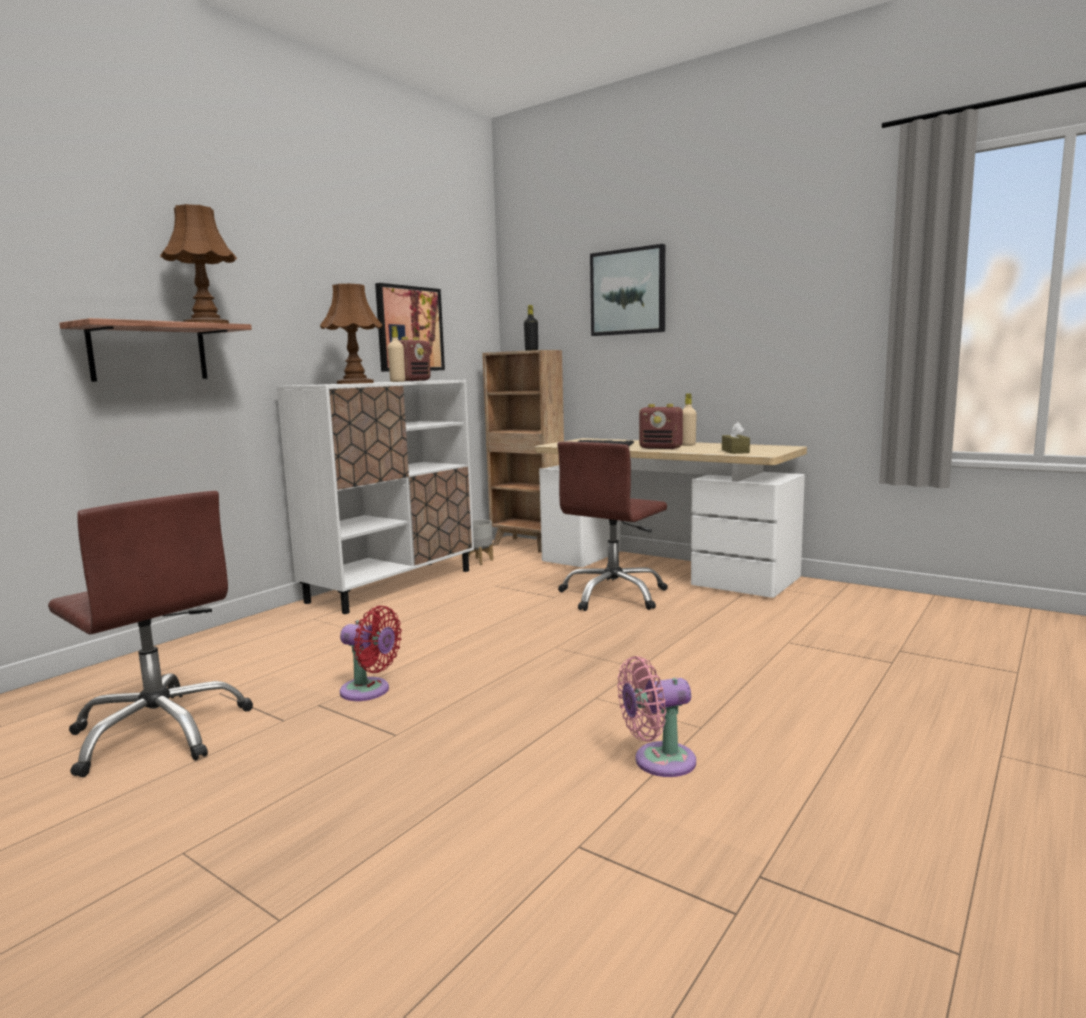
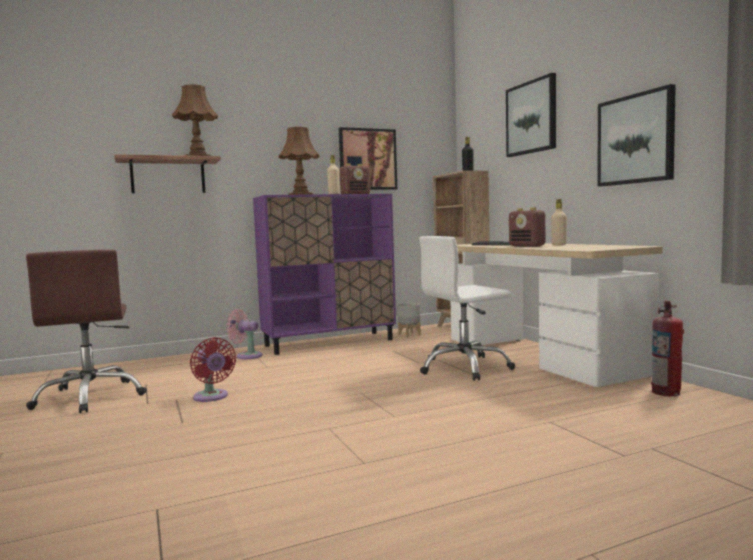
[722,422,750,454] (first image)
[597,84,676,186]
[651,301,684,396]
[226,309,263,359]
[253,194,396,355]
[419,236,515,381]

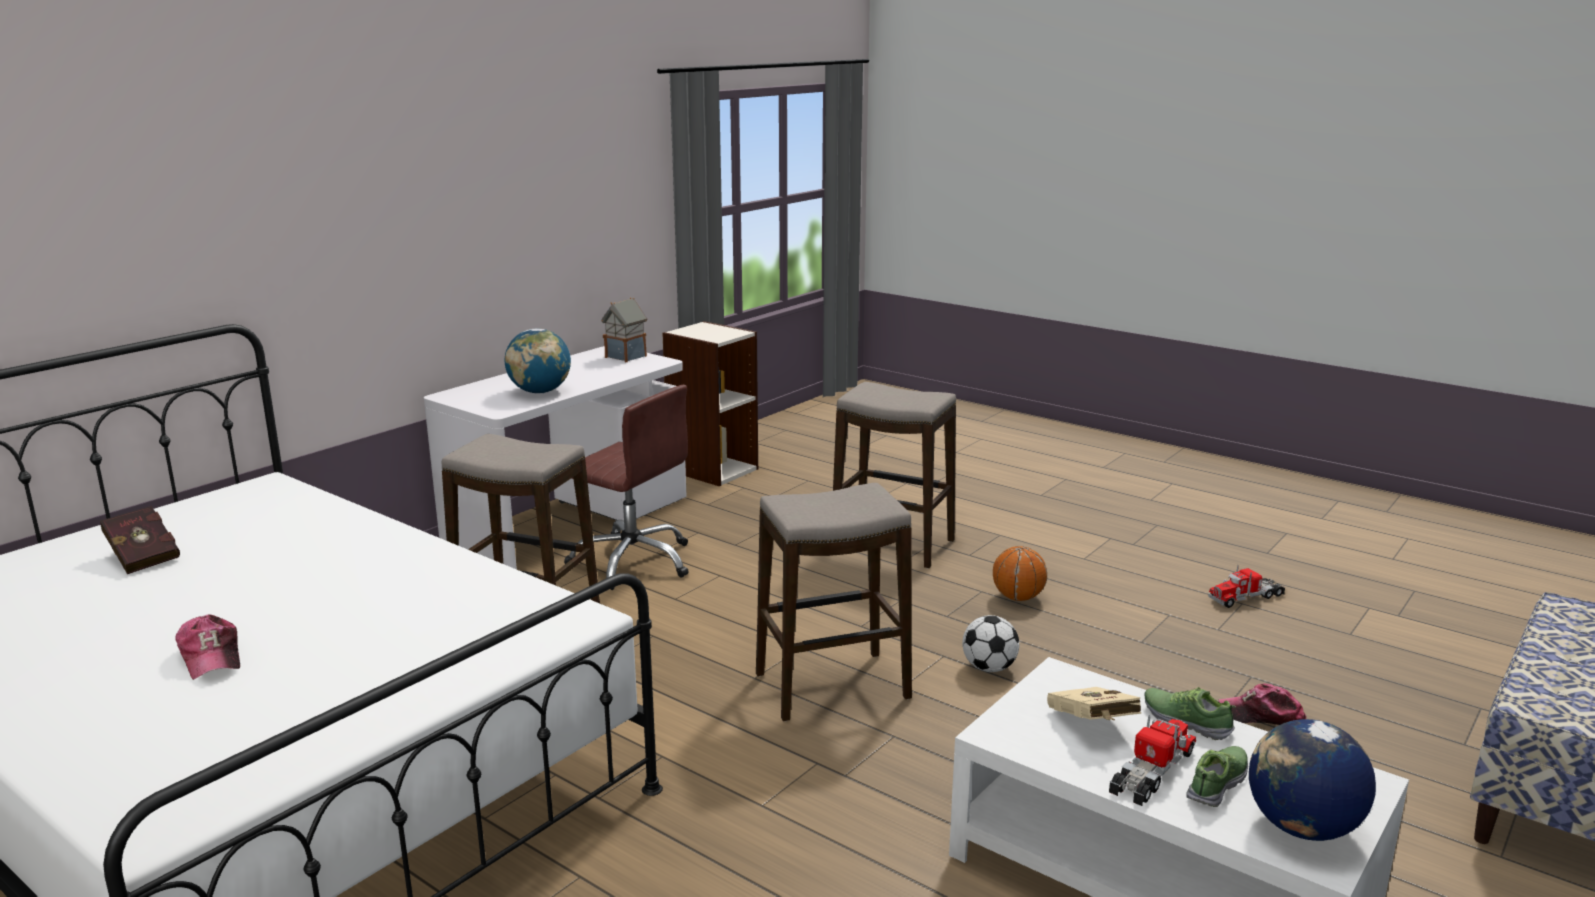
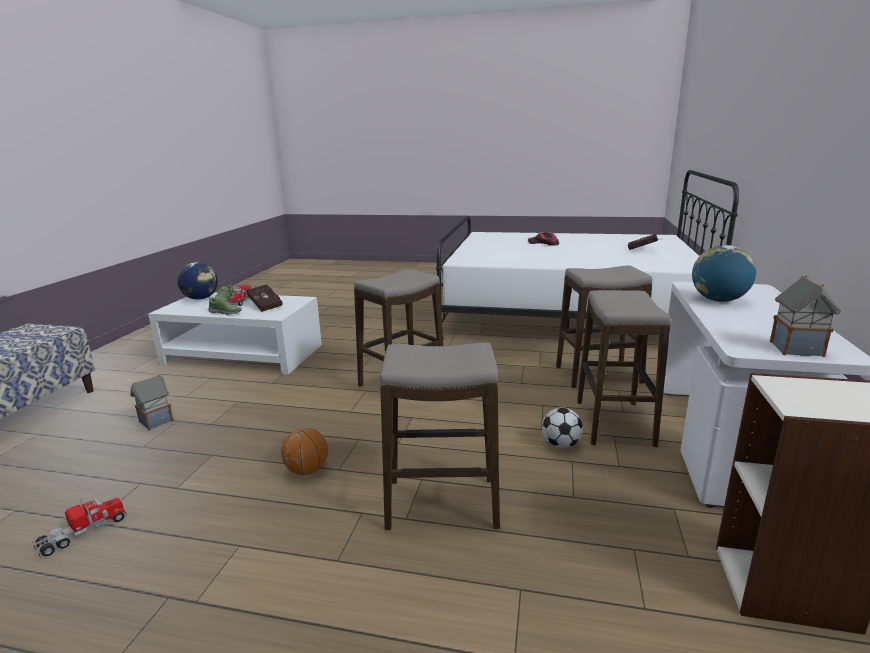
[542,407,583,448]
[577,290,671,447]
[130,375,174,431]
[247,285,283,312]

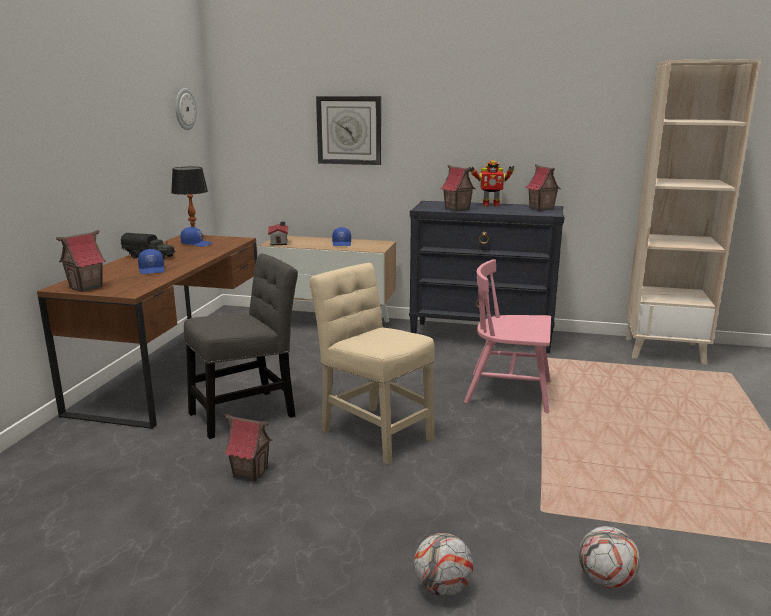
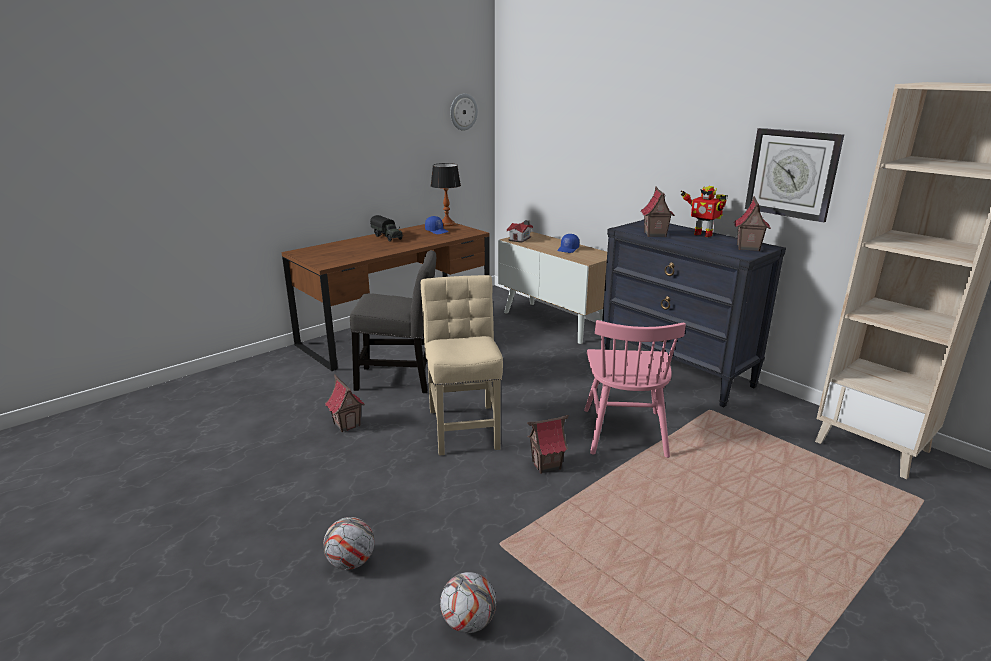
[138,249,164,274] (first image)
[527,415,569,474]
[745,128,844,223]
[584,320,686,458]

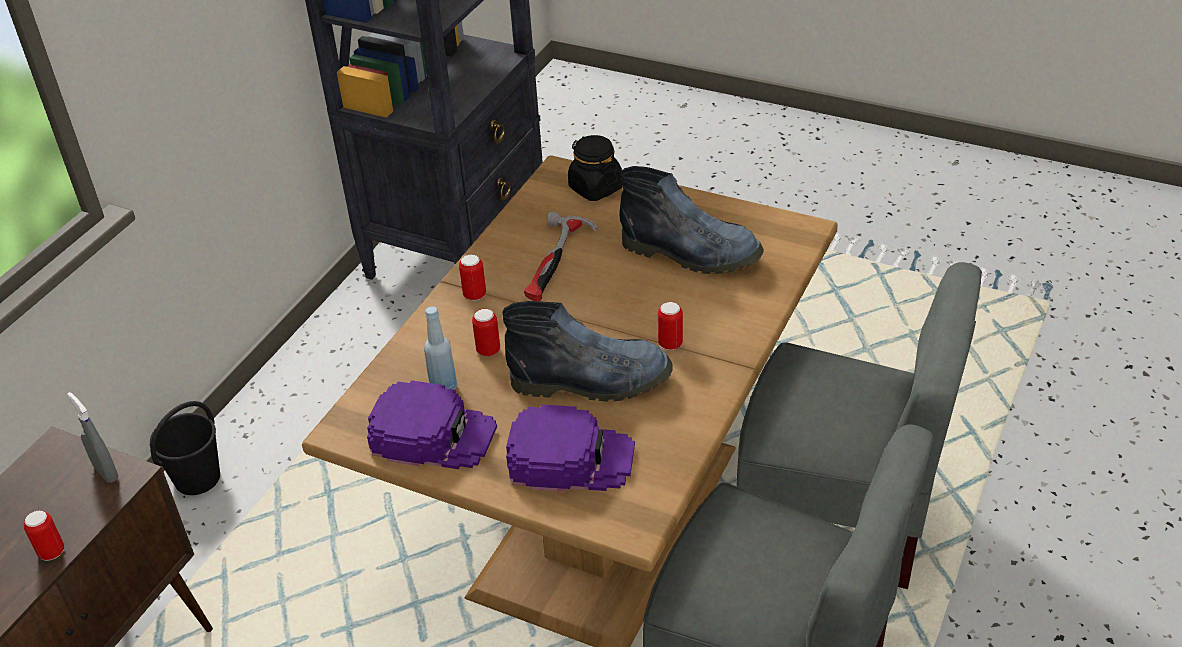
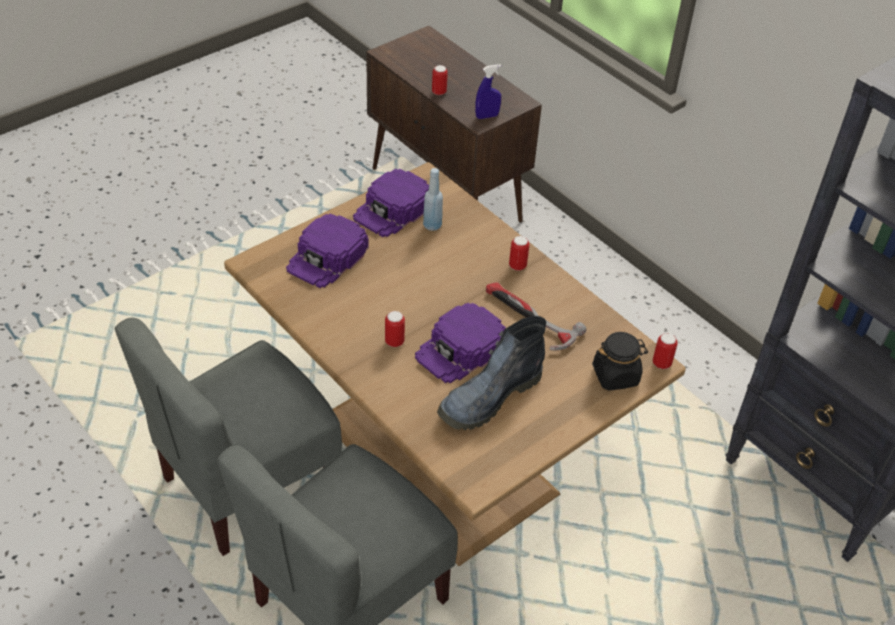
[150,401,220,495] (first image)
[502,301,672,402] (first image)
[415,303,506,383]
[653,333,678,369]
[475,64,501,119]

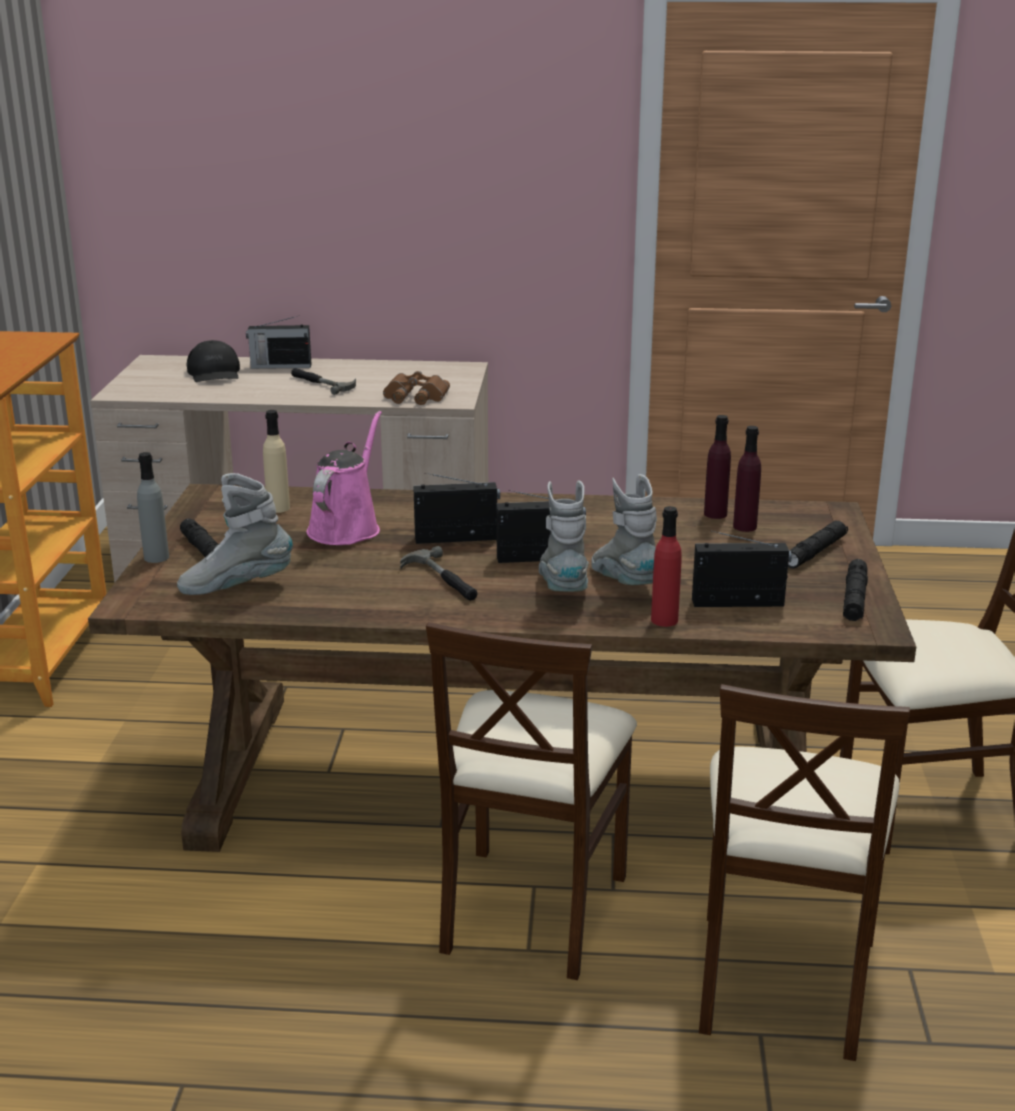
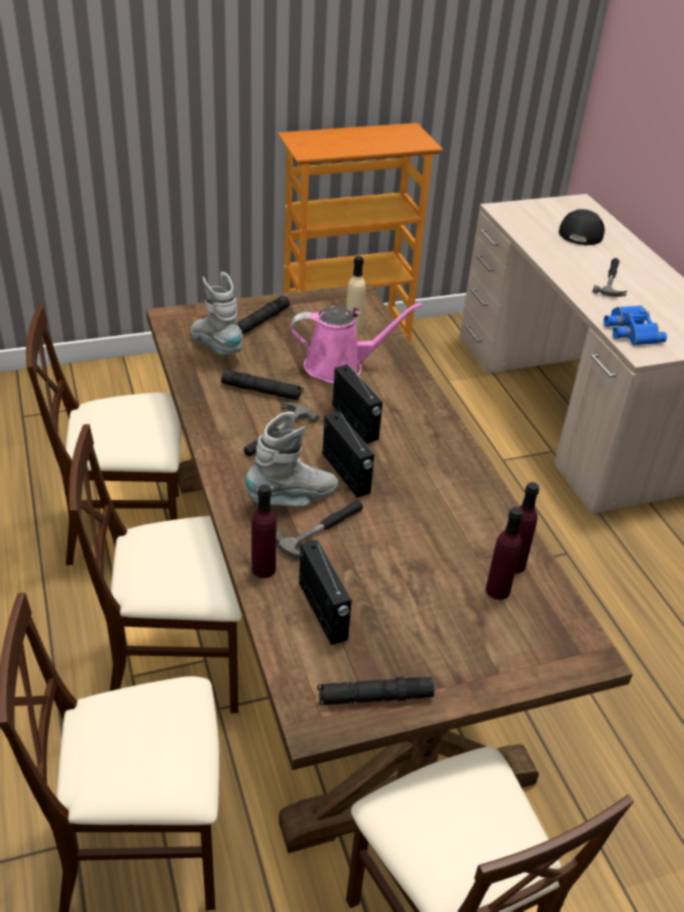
[137,452,169,563] (first image)
[246,315,311,369] (first image)
[26,305,181,565]
[221,370,303,400]
[276,500,363,560]
[604,305,667,345]
[251,484,276,578]
[559,209,605,245]

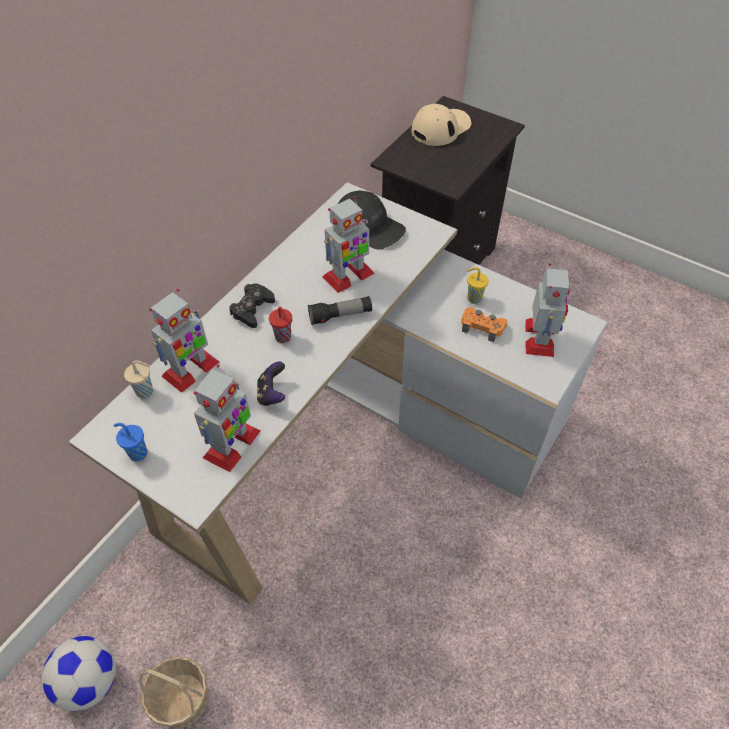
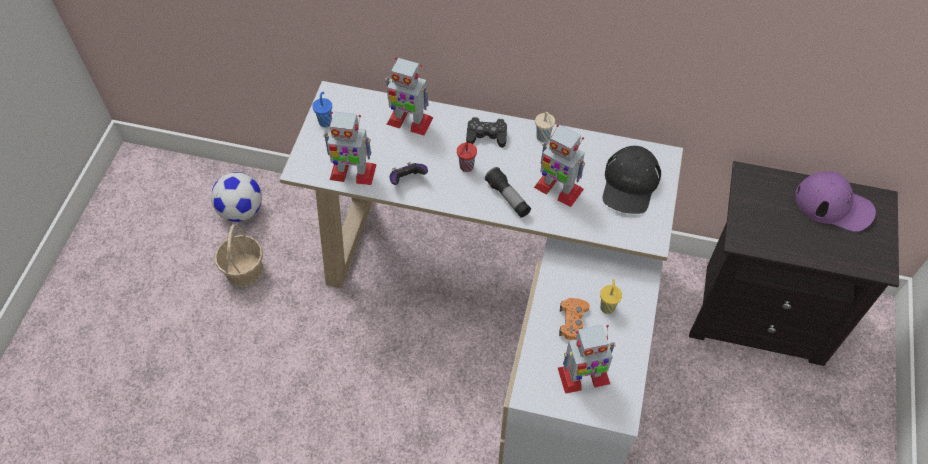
[535,112,555,142]
[795,171,876,232]

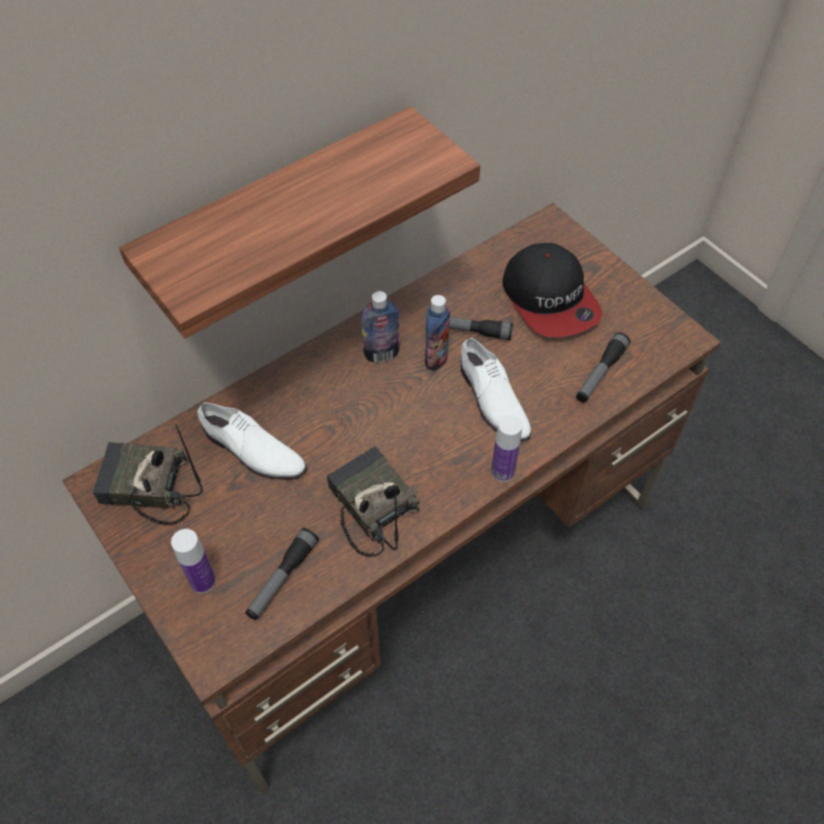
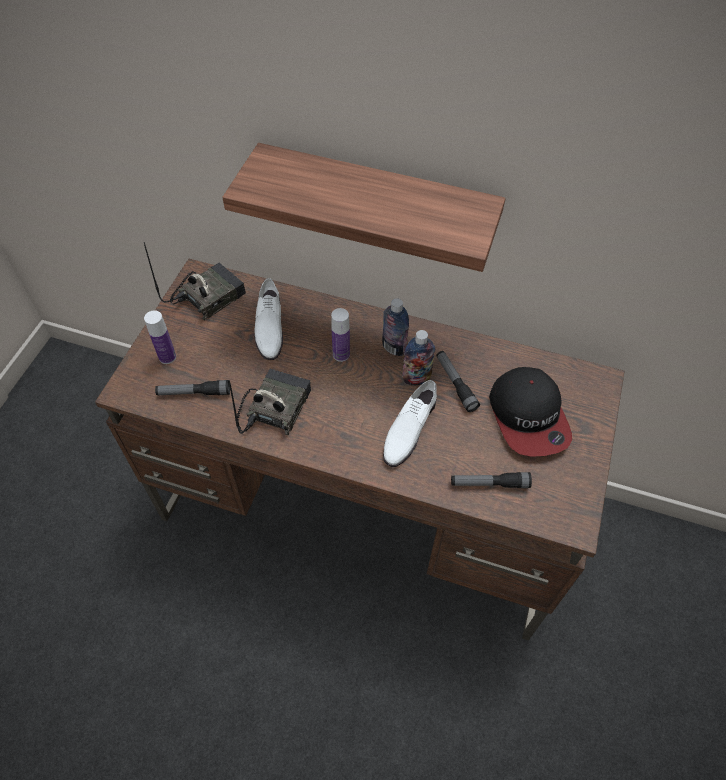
[331,308,350,362]
[144,242,246,321]
[489,367,572,457]

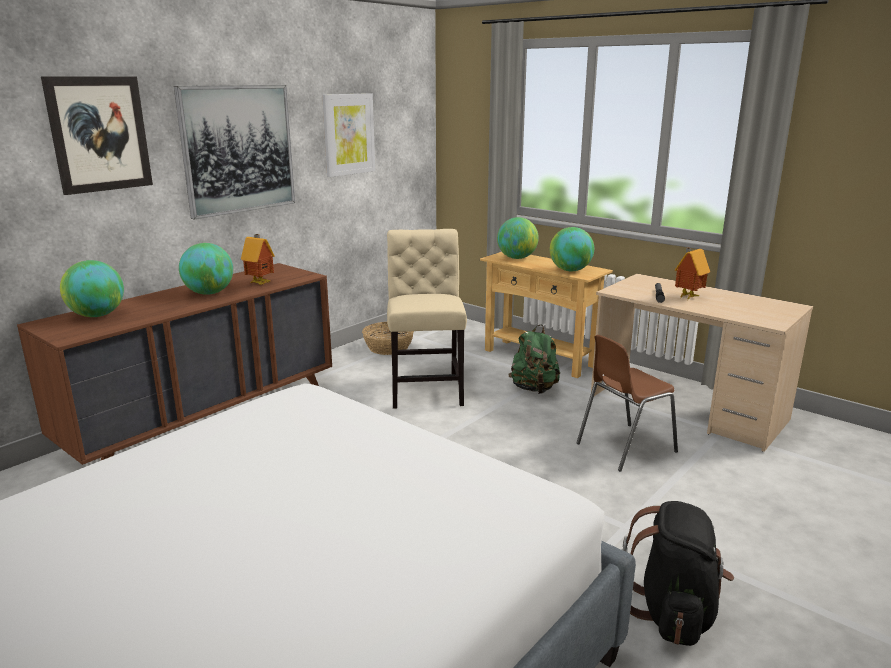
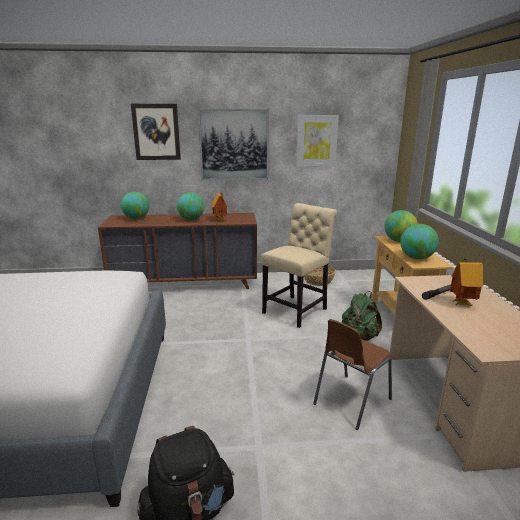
[313,319,392,430]

